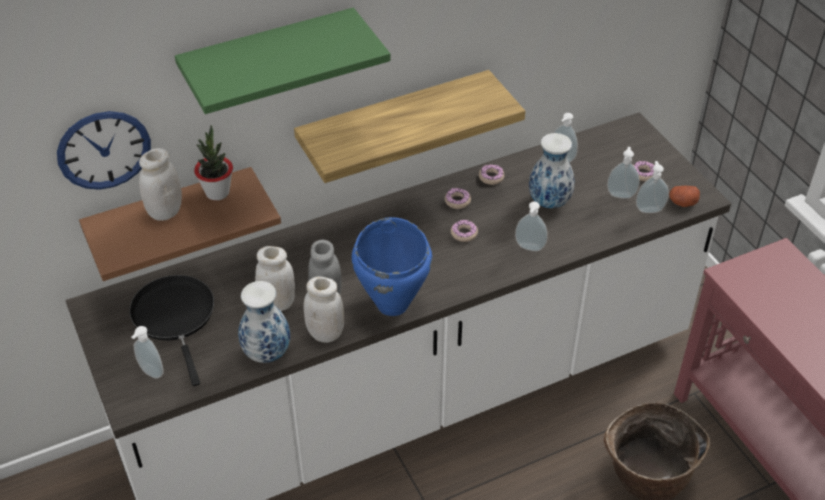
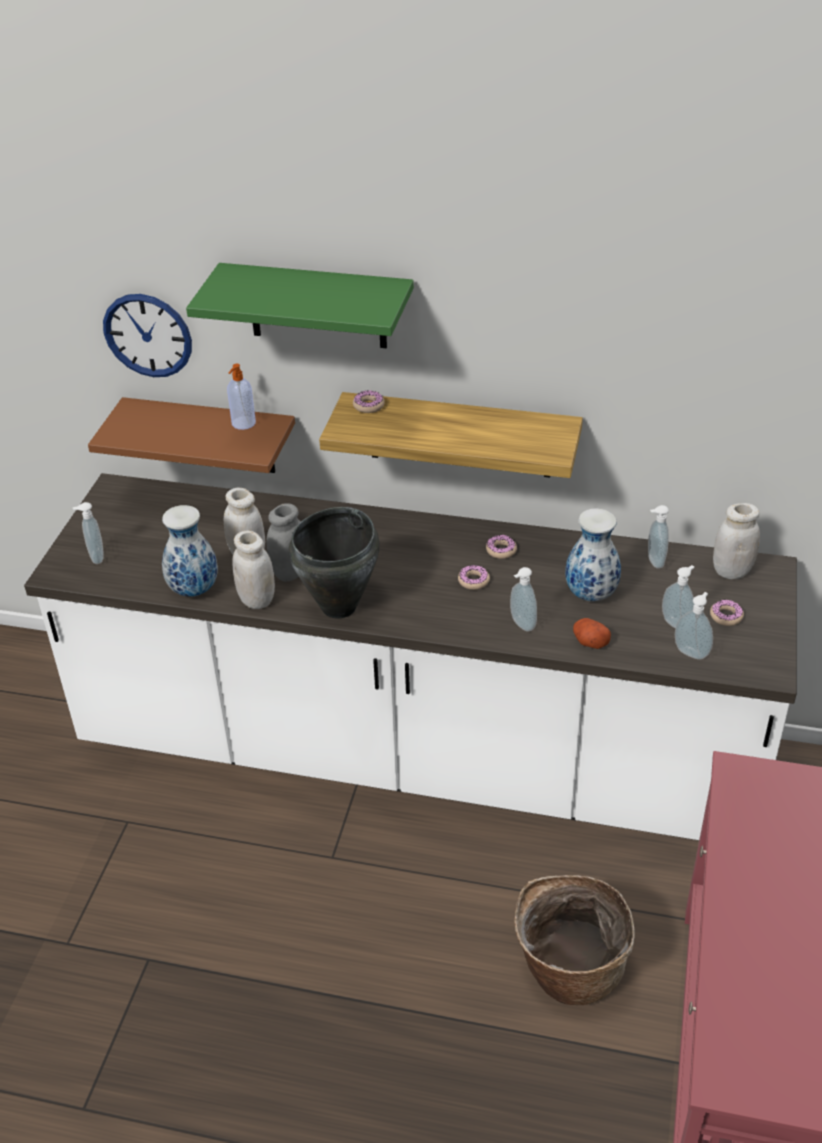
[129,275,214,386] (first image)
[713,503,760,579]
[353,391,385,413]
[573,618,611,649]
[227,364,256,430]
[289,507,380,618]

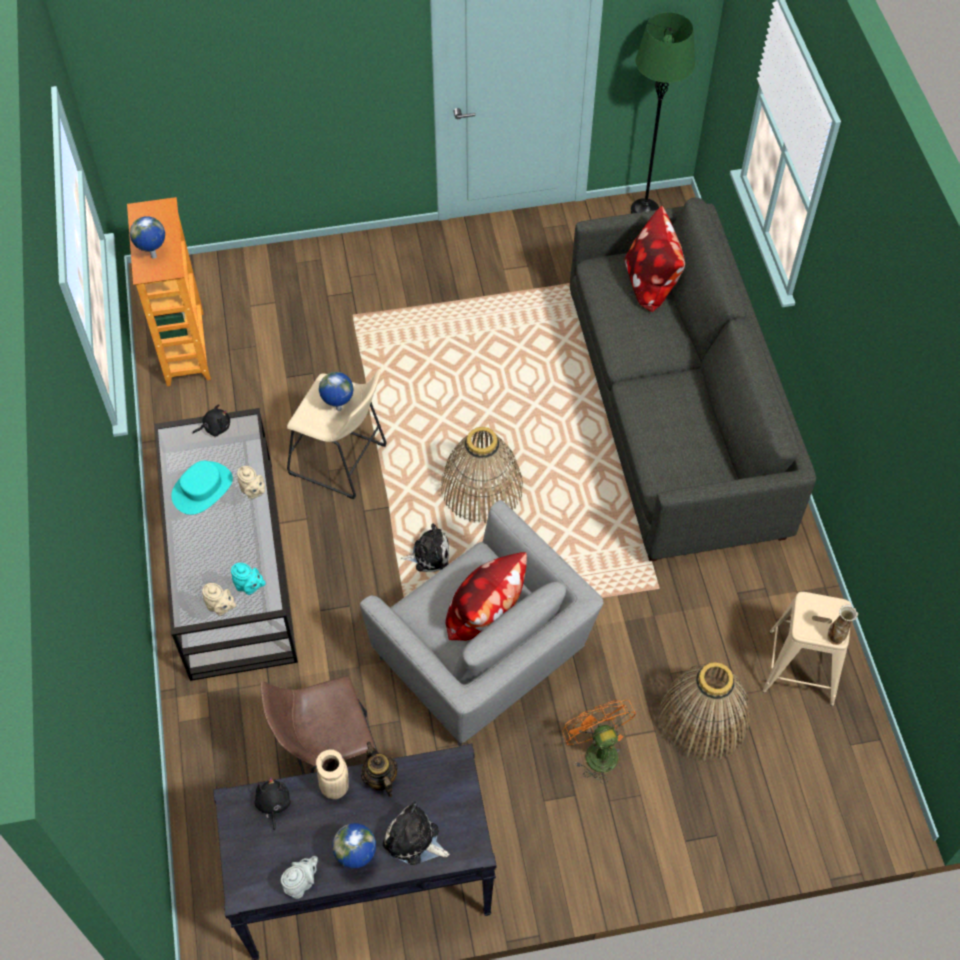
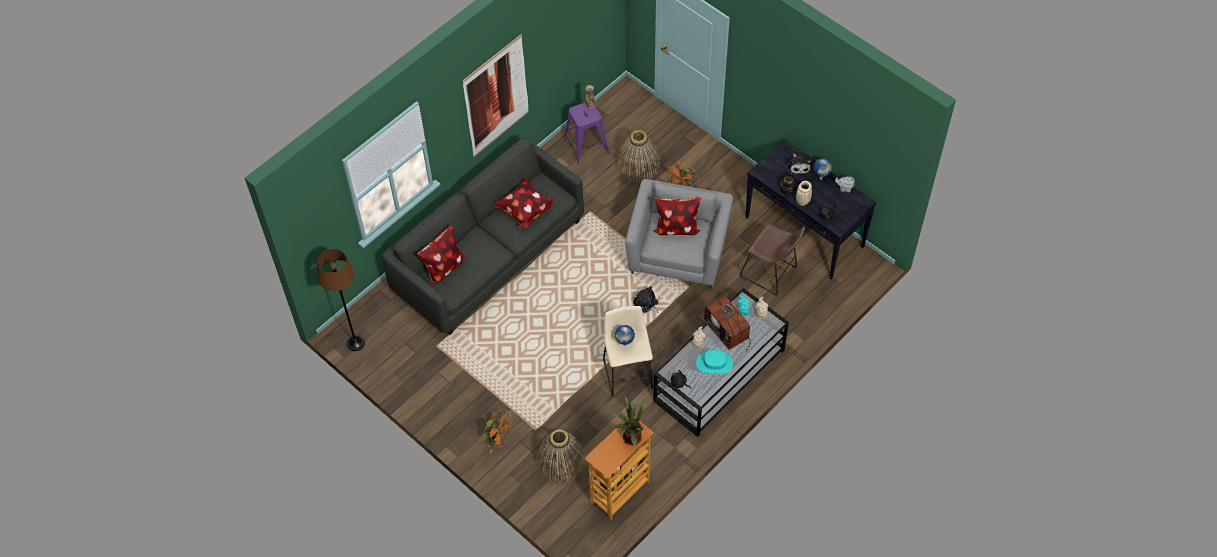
[462,34,529,157]
[483,409,514,453]
[493,178,554,228]
[704,294,751,352]
[536,429,586,484]
[611,396,644,446]
[317,249,365,351]
[564,102,609,164]

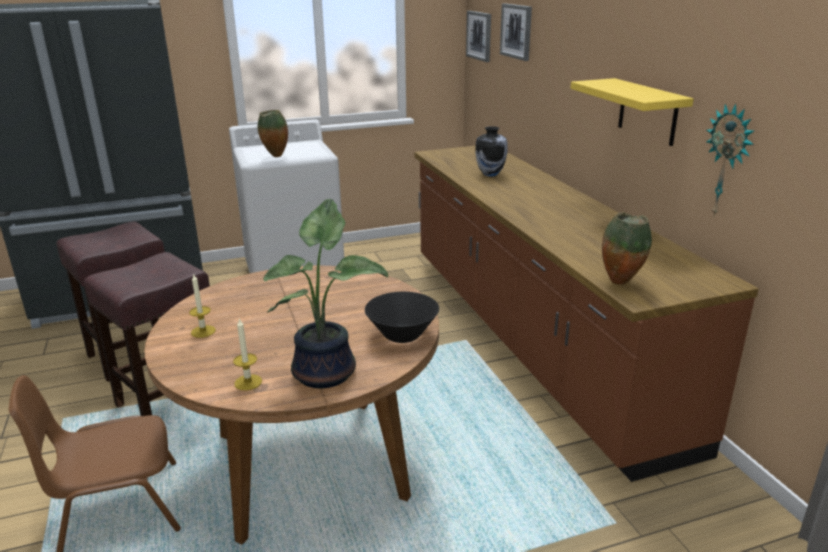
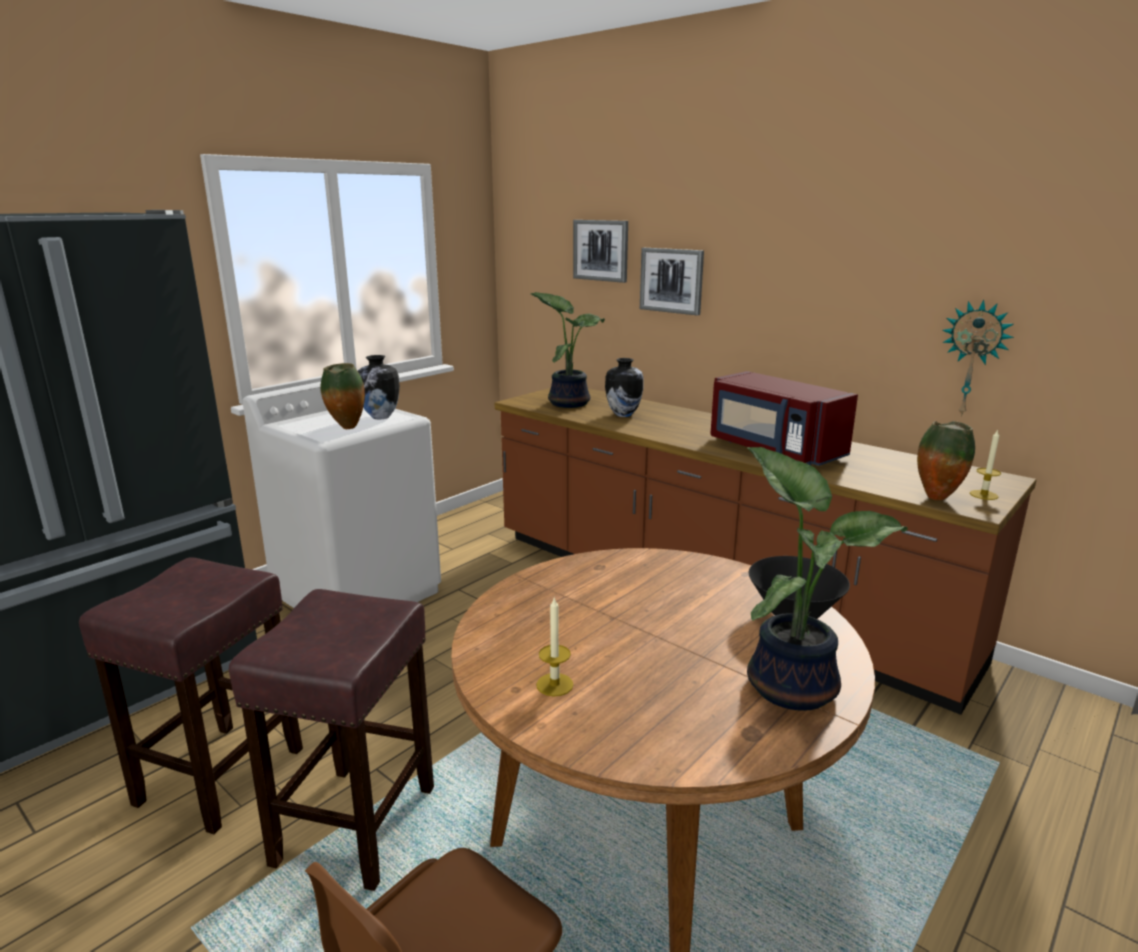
[570,78,694,146] (first image)
[358,355,400,419]
[530,292,605,408]
[711,371,858,466]
[970,429,1001,500]
[640,248,704,316]

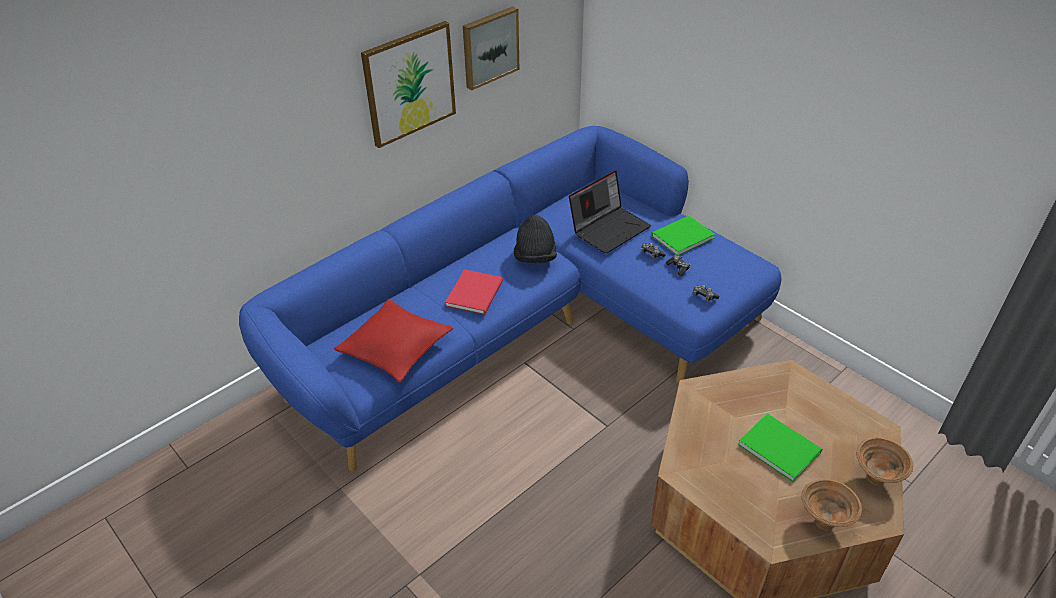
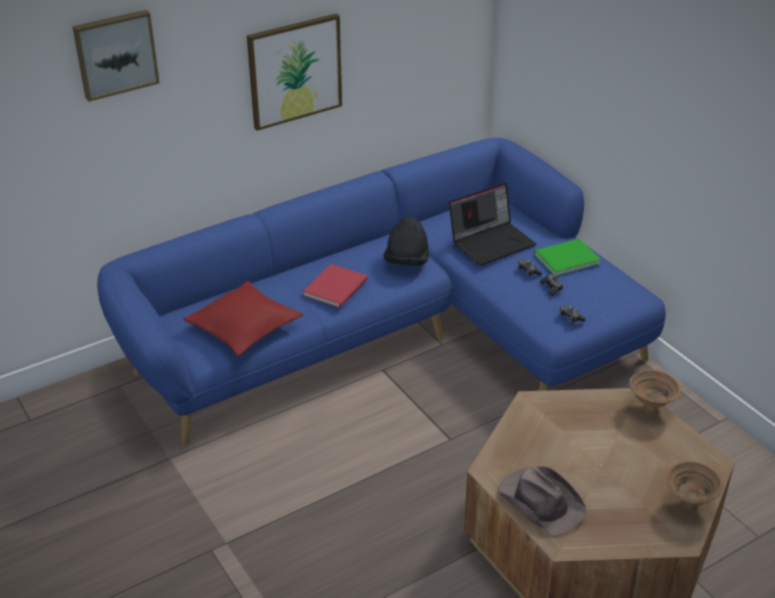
[738,413,822,482] (first image)
[498,466,586,537]
[72,10,160,102]
[629,370,681,415]

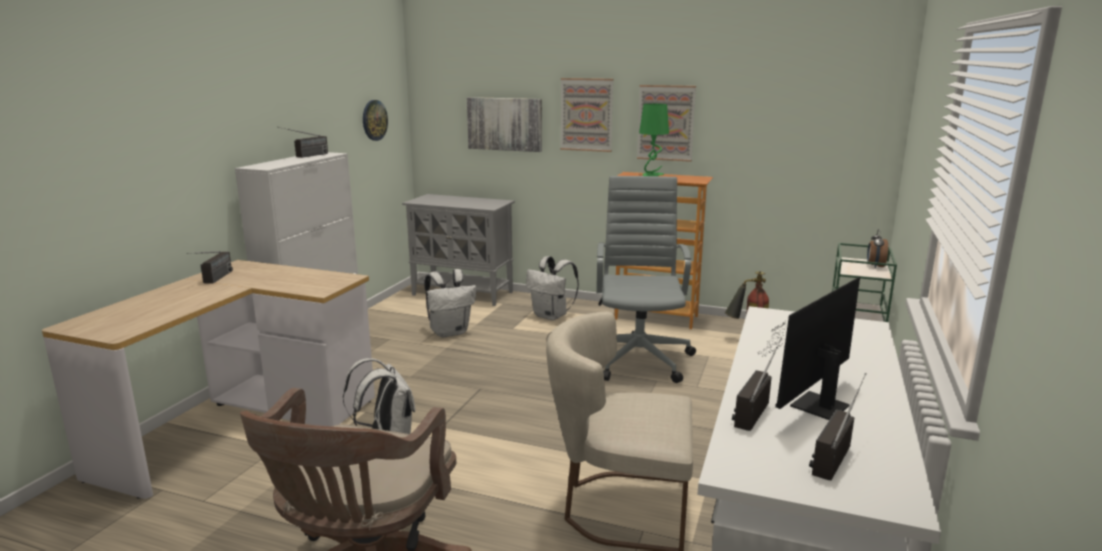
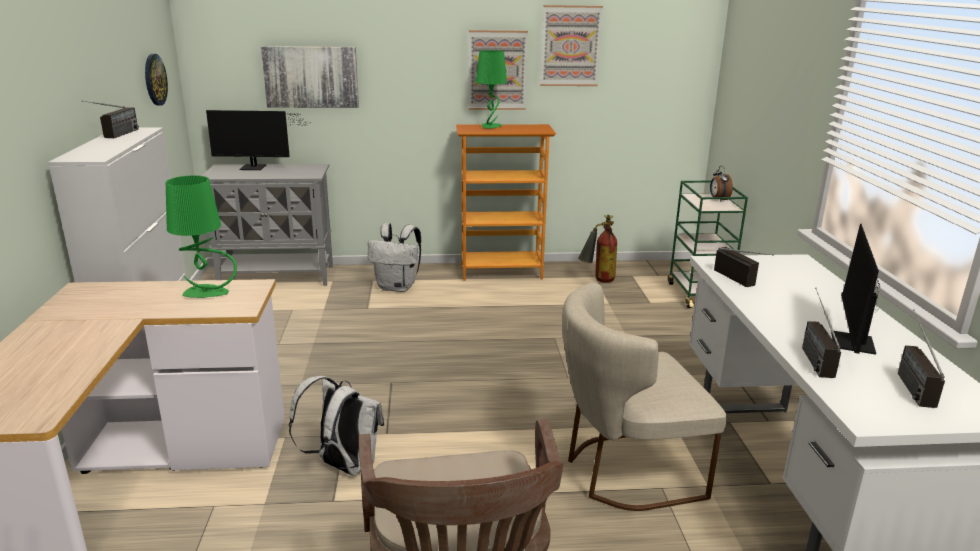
[424,269,476,337] (first image)
[596,176,696,383] (first image)
[166,175,237,298]
[206,110,303,170]
[714,247,774,287]
[540,5,603,86]

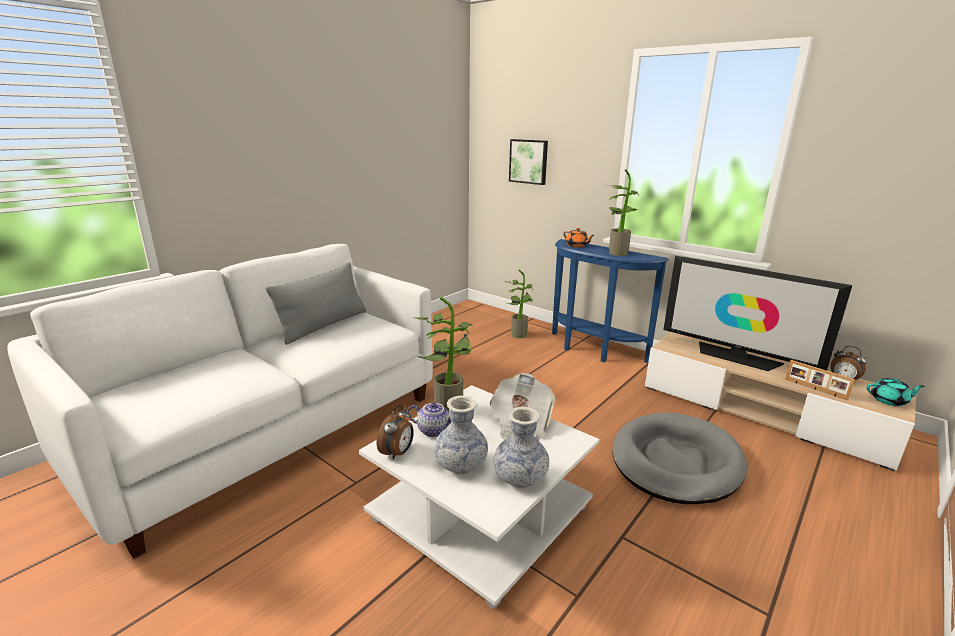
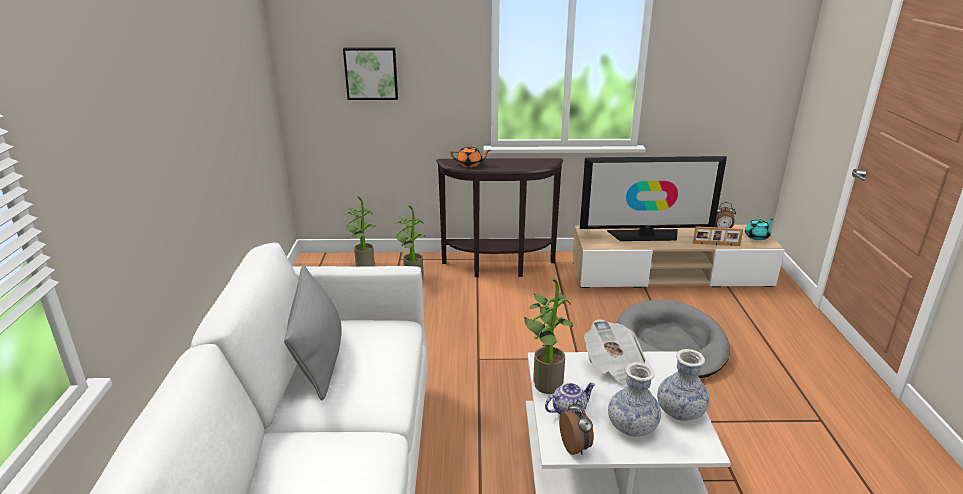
[344,196,376,267]
[436,158,563,277]

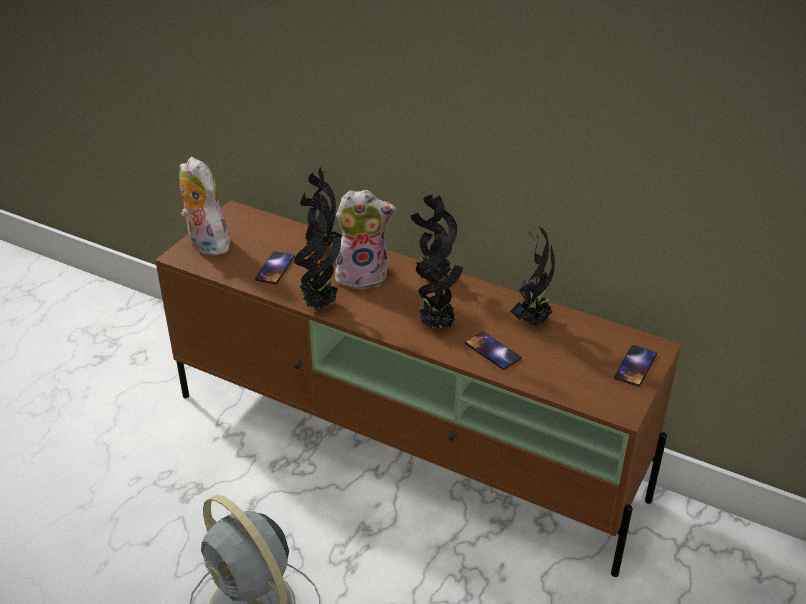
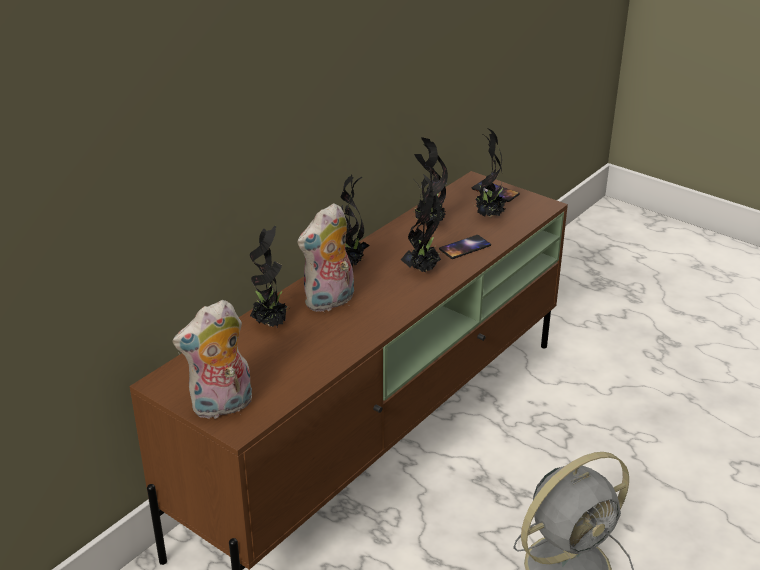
[255,251,295,284] (first image)
[472,128,506,217]
[297,203,354,313]

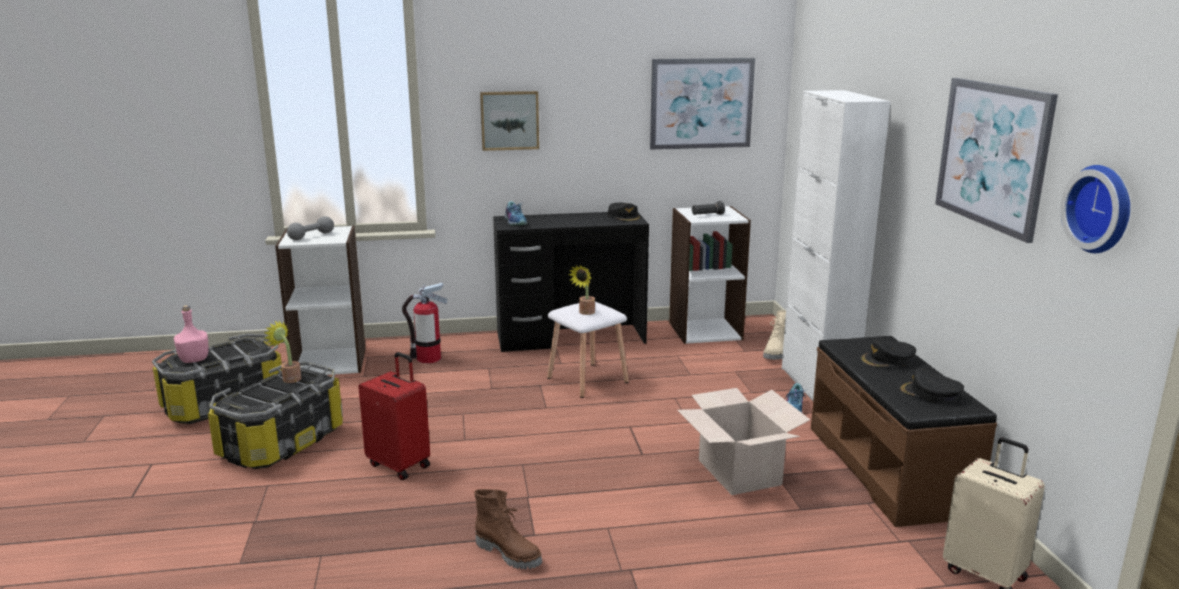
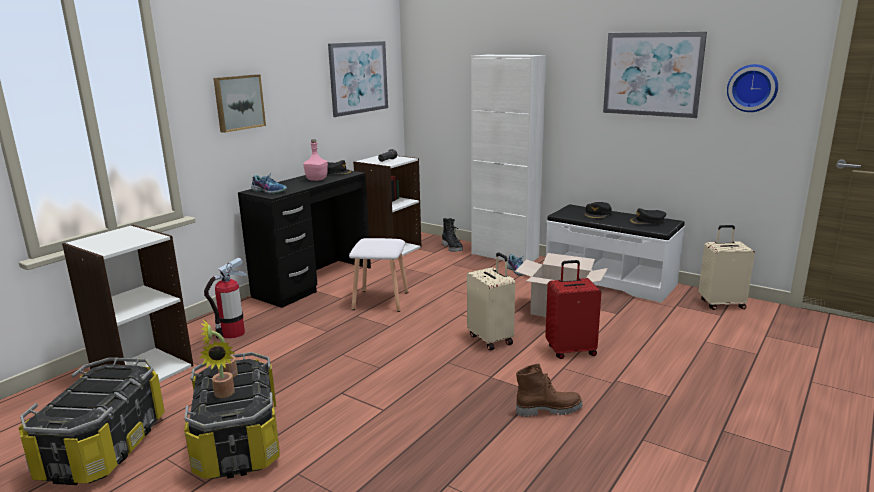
[287,216,334,240] (first image)
[467,252,515,350]
[303,139,328,181]
[545,260,601,359]
[200,341,235,398]
[442,218,463,252]
[546,204,685,303]

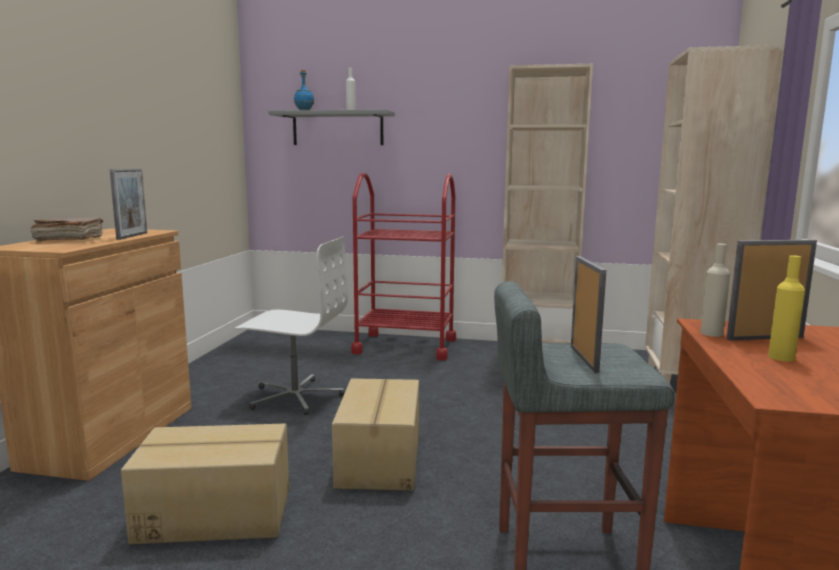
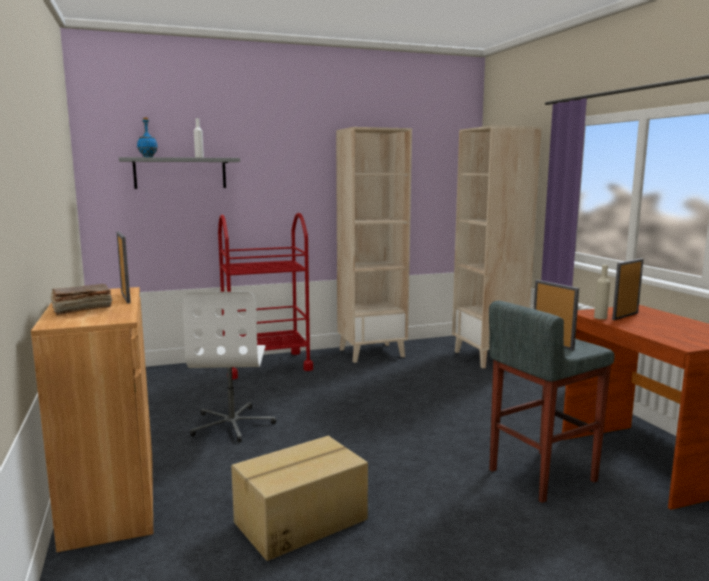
[332,378,419,491] (first image)
[768,255,805,361] (first image)
[183,292,276,442]

